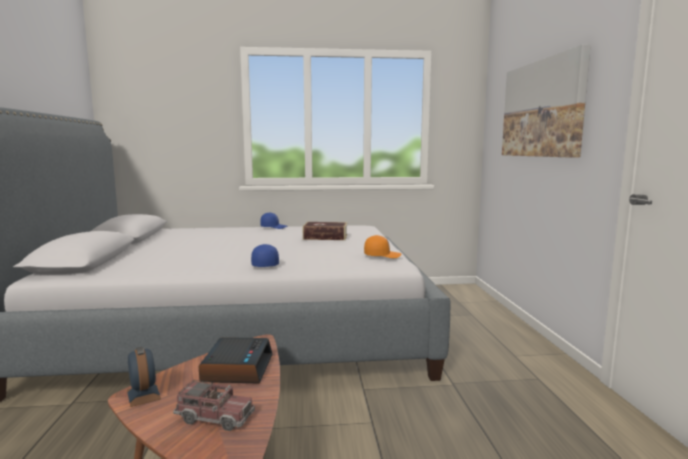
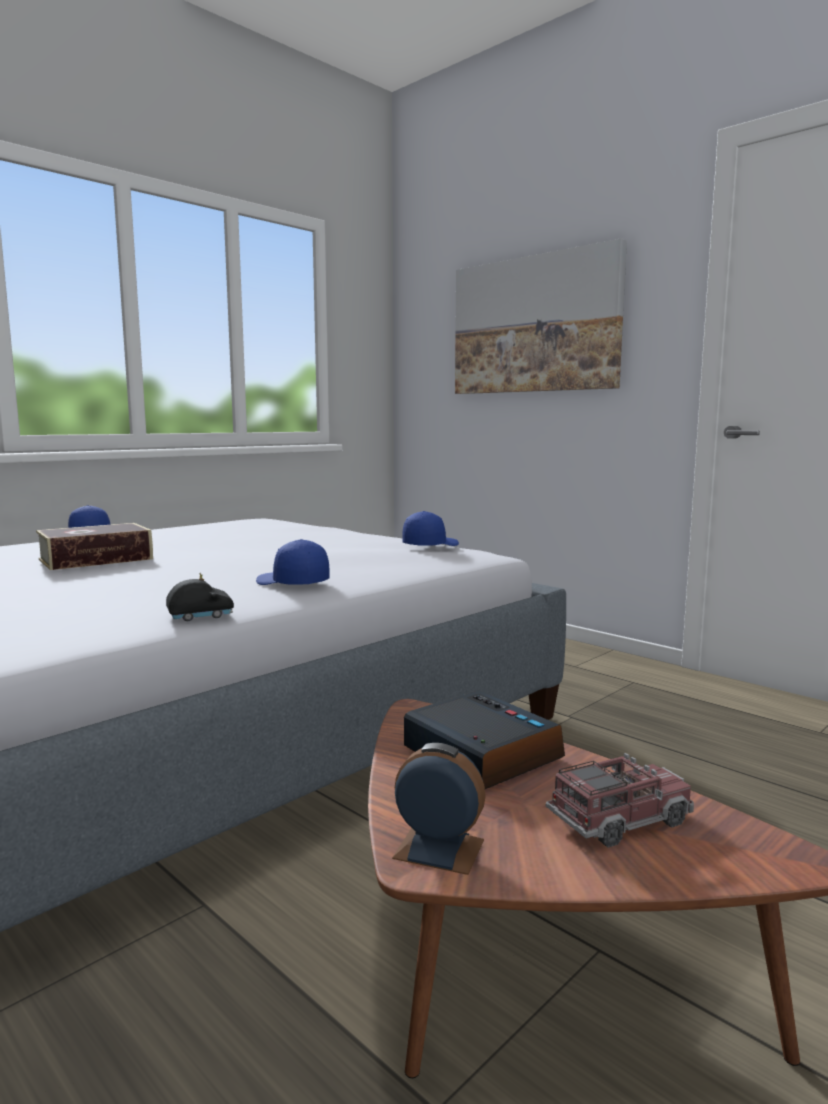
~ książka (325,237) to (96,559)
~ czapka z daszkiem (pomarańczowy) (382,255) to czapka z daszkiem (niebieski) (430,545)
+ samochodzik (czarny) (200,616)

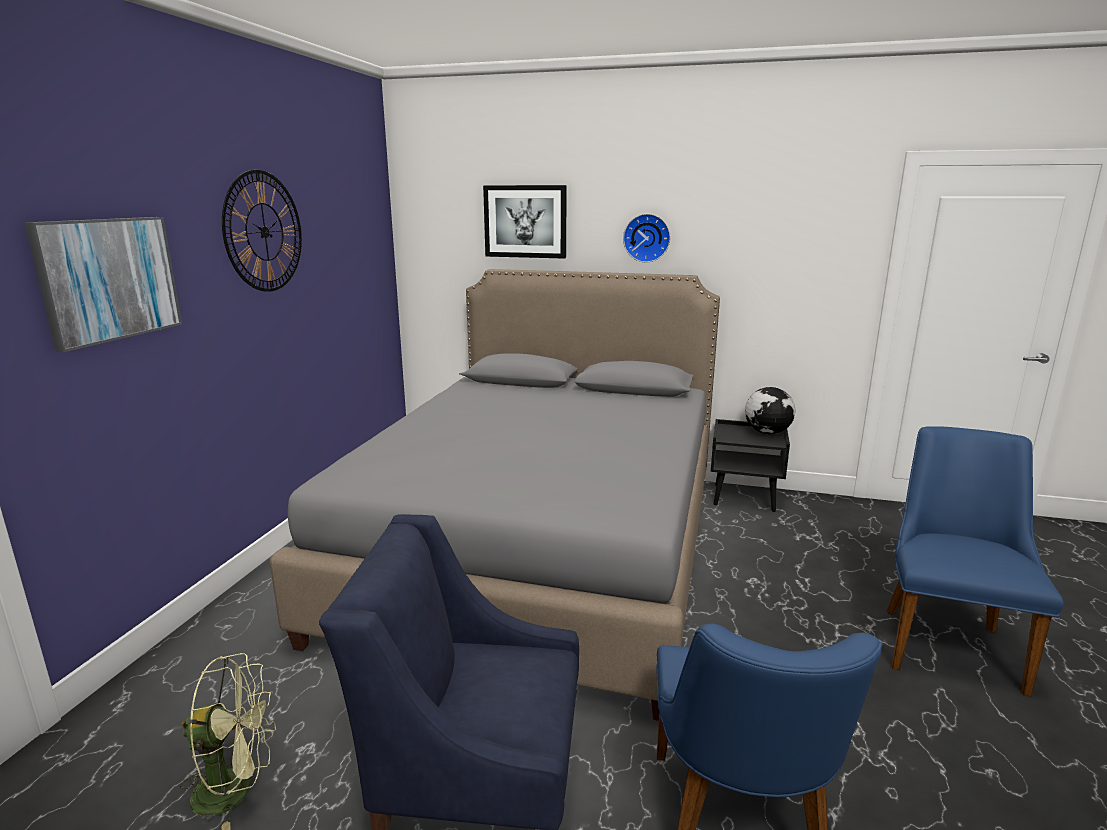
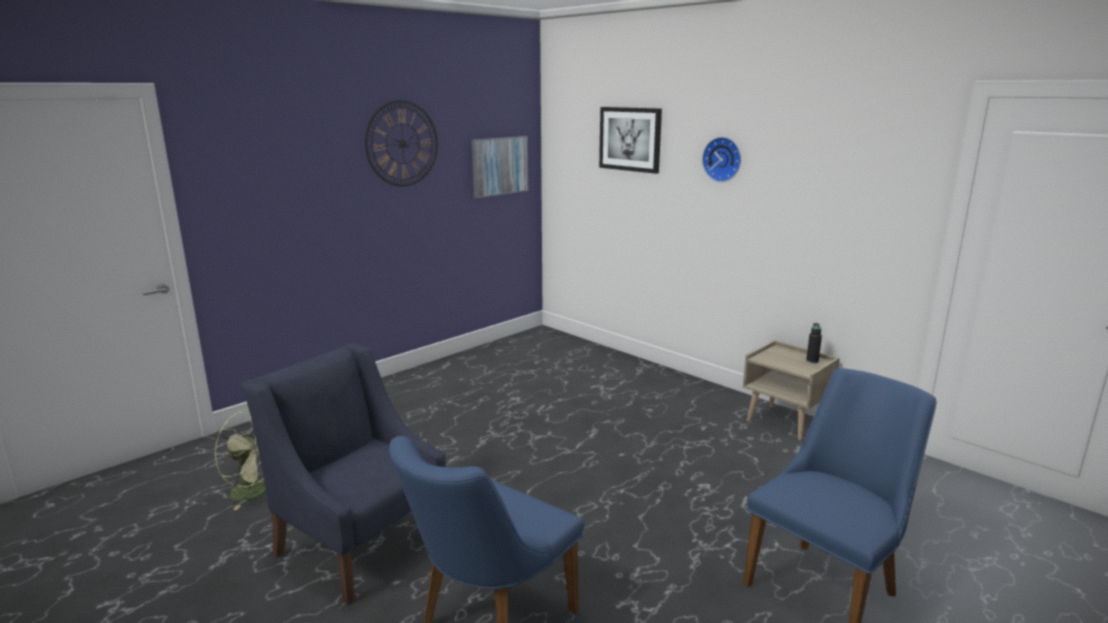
~ obraz (109,279) to (499,166)
- łóżko (szary) (541,548)
~ szafka nocna (czarny) (745,498) to szafka nocna (beżowy) (785,422)
~ globus (767,432) to butelka (czarny) (812,361)

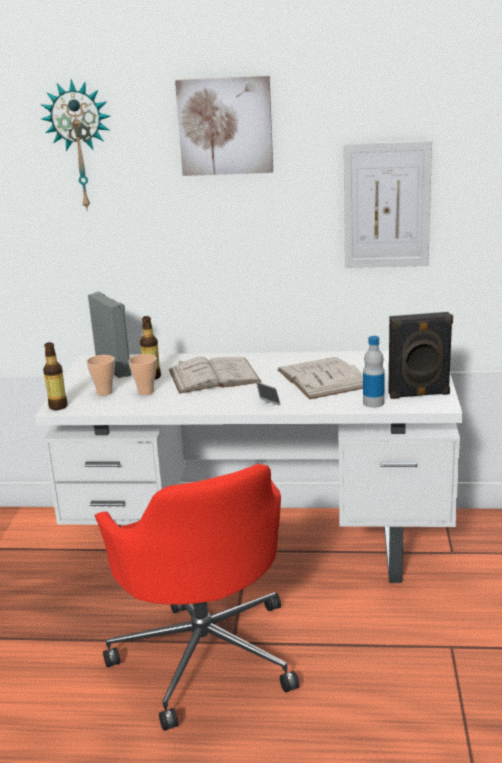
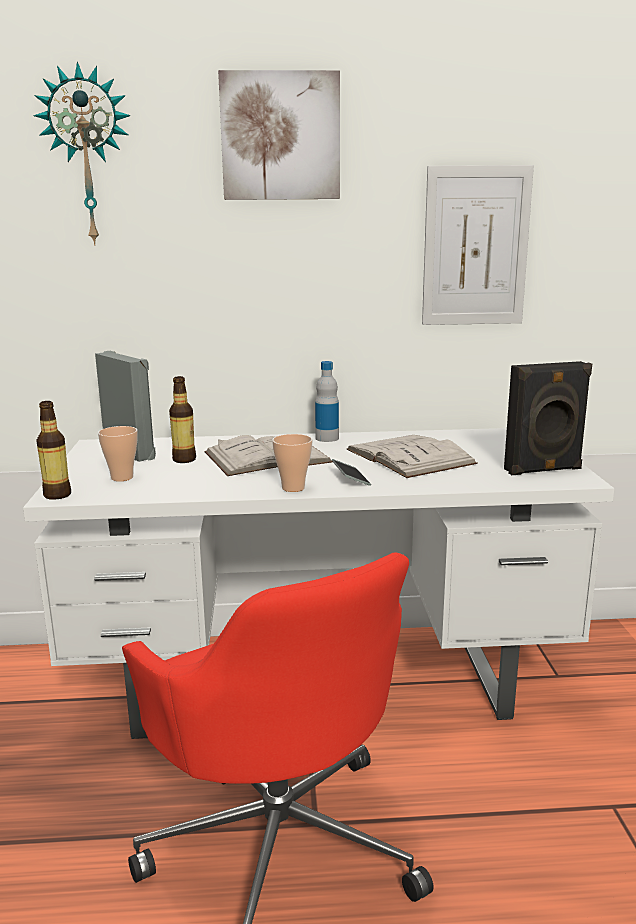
~ filiżanka (146,392) to (293,488)
~ butelka (373,403) to (327,438)

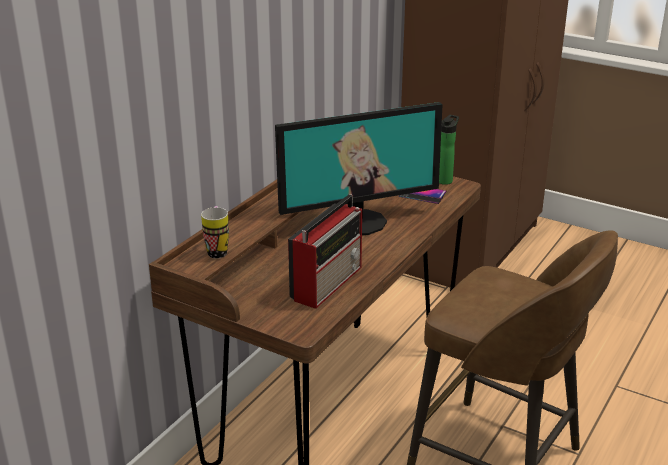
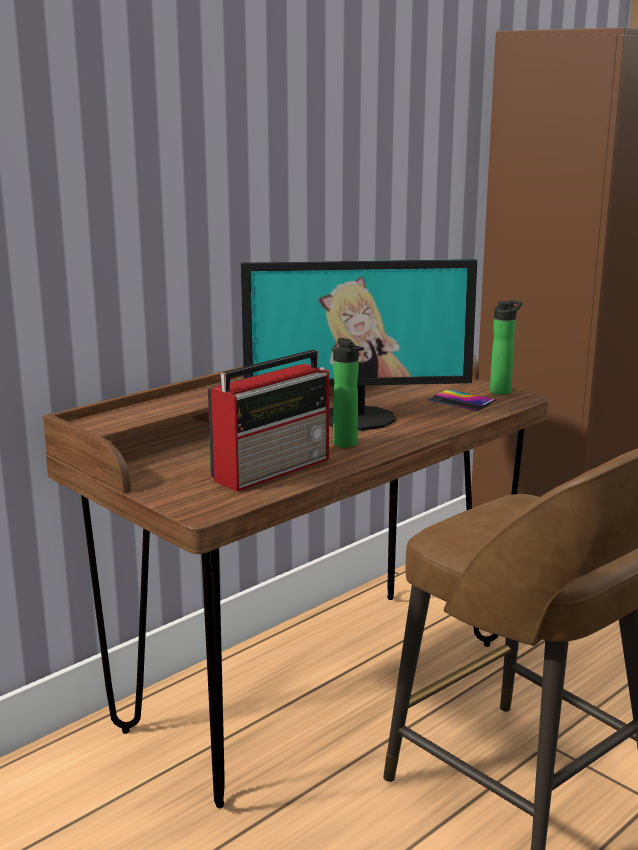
- kubek (217,250)
+ butelka (347,445)

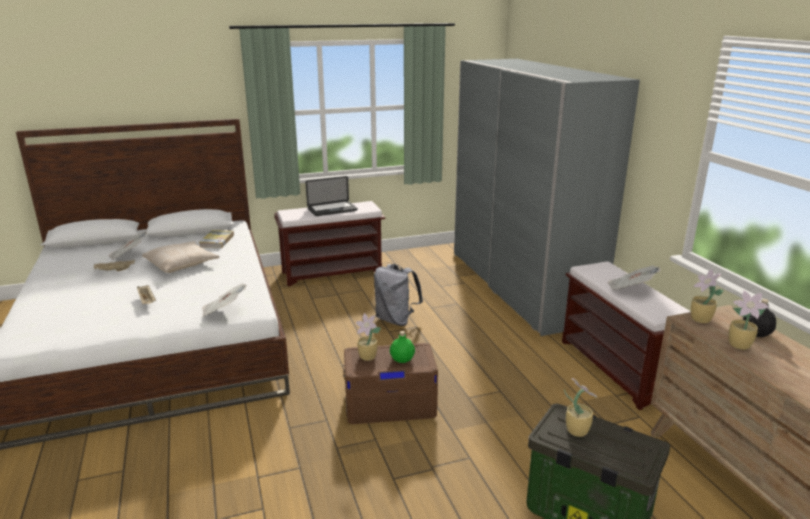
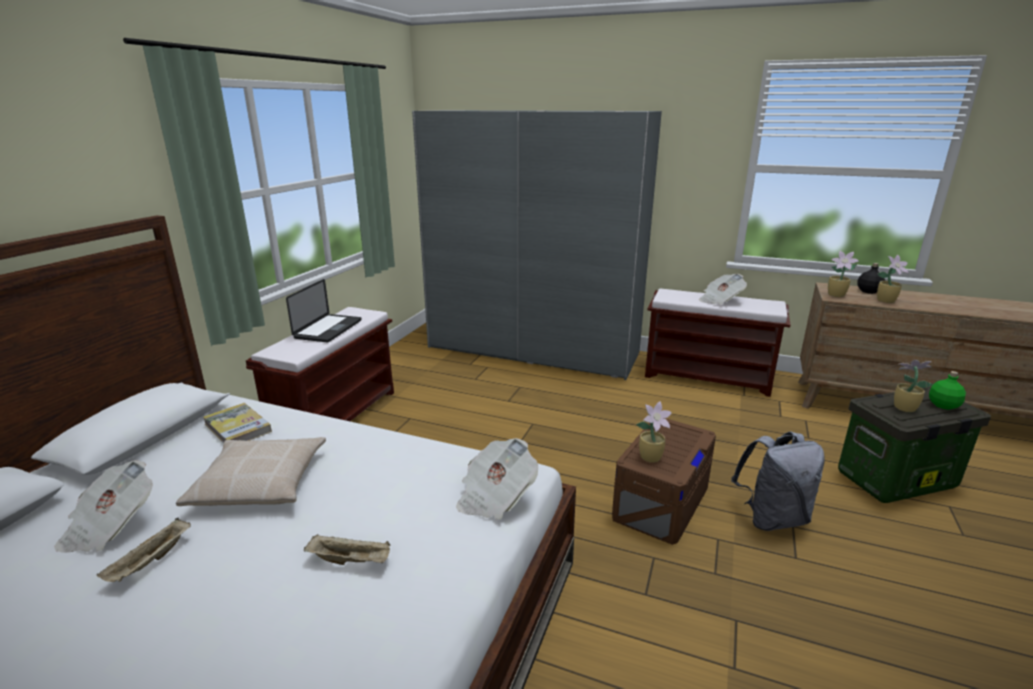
~ plecak (szary) (396,320) to (772,518)
~ butelka (zielony) (402,359) to (943,405)

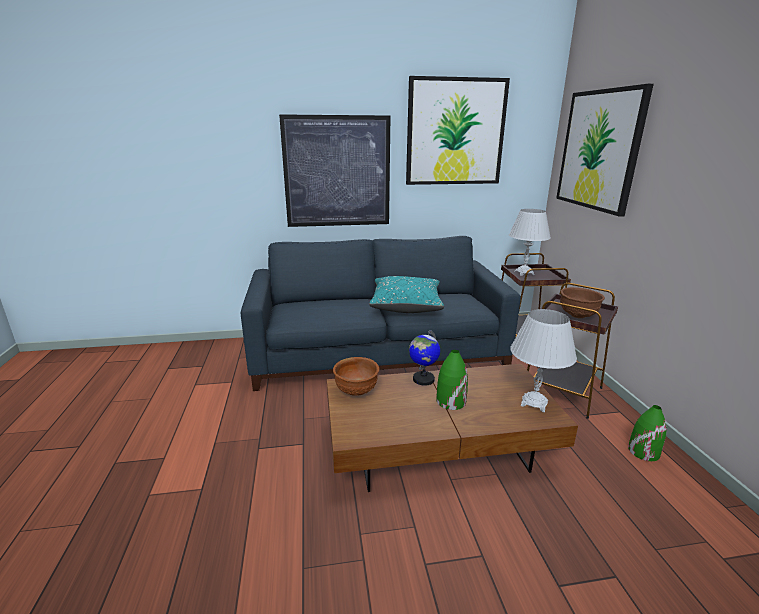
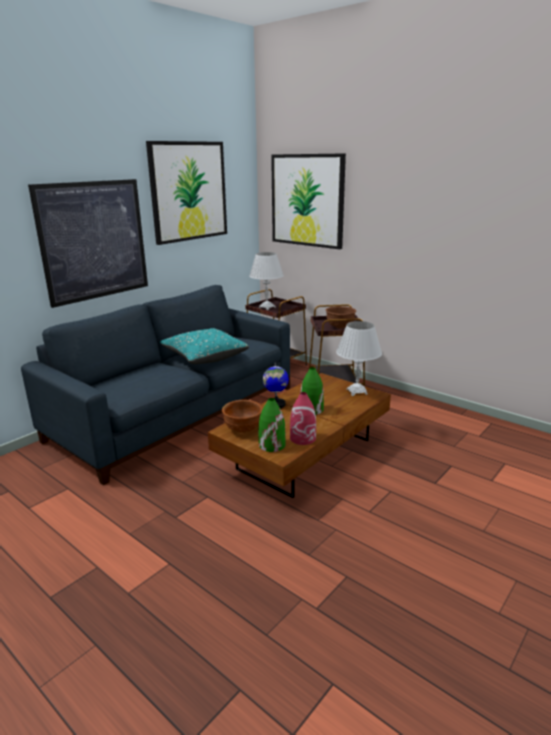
~ wazon (zielony) (643,451) to (271,445)
+ wazon (czerwony) (303,438)

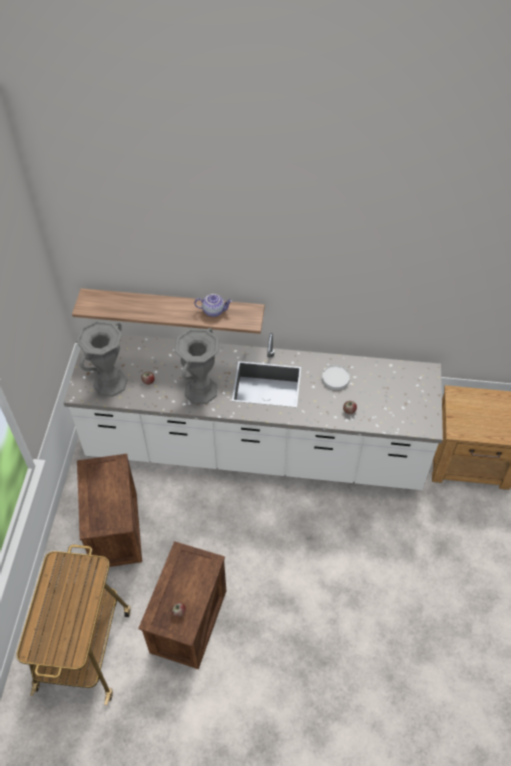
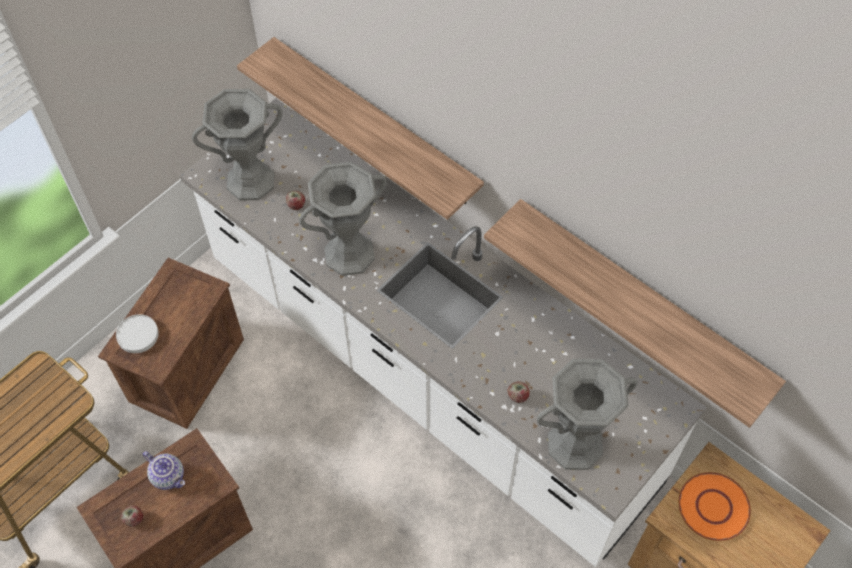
~ imbryk (214,310) to (169,476)
~ talerz (biały) (335,378) to (138,335)
+ półka (641,300)
+ wazon (szary) (575,444)
+ talerz (pomarańczowy) (713,507)

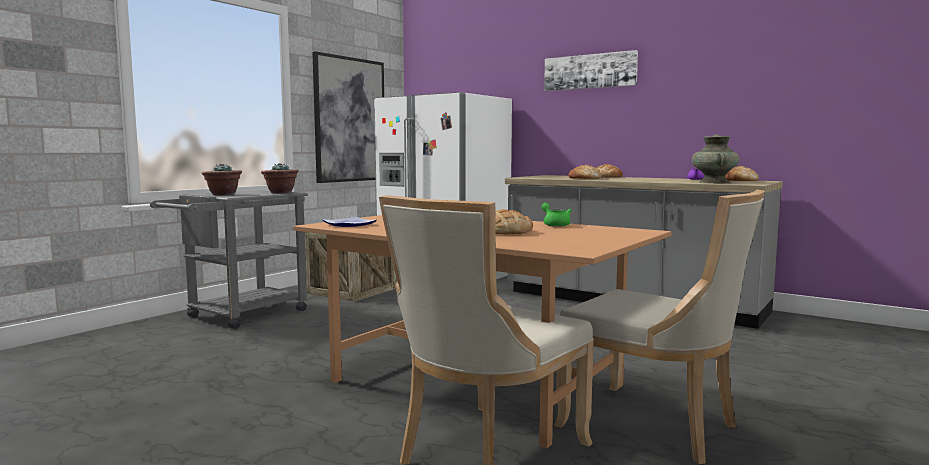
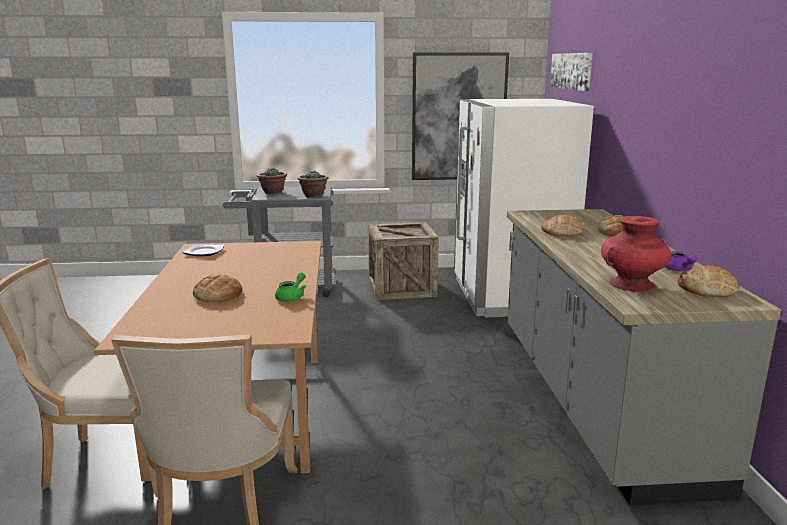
~ obraz (590,71) to (571,71)
~ wazon (turkusowy) (714,182) to wazon (czerwony) (631,284)

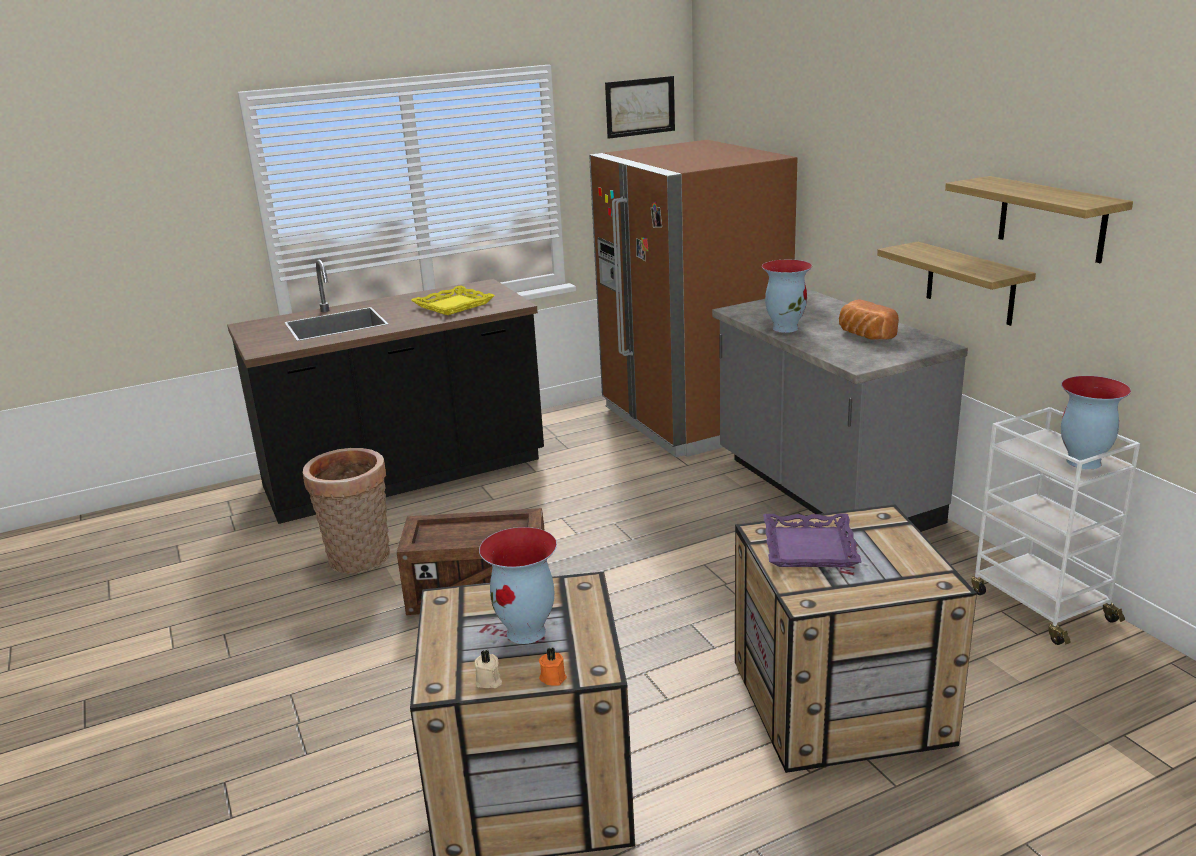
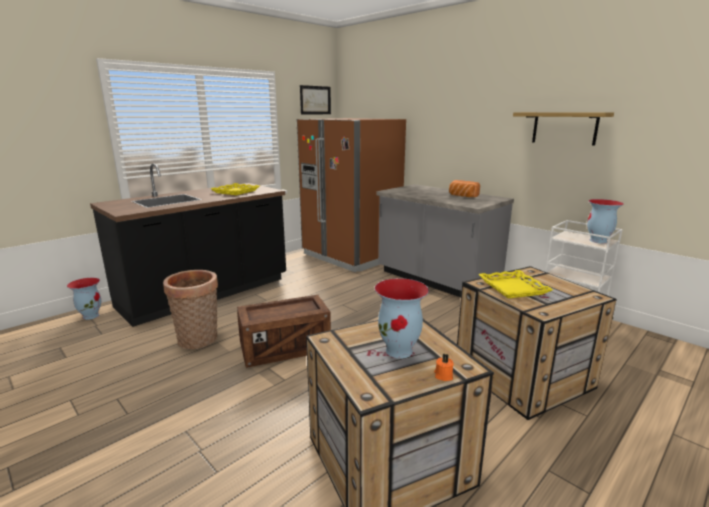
- świeca (beżowy) (489,681)
~ wazon (785,328) to (91,316)
~ taca (fioletowy) (808,548) to taca (żółty) (512,288)
- półka (970,283)

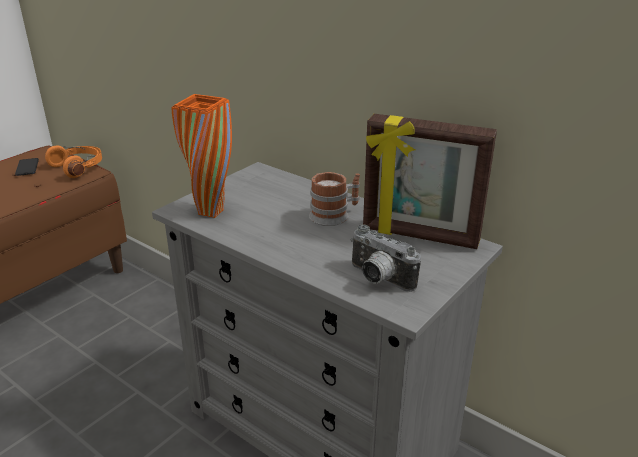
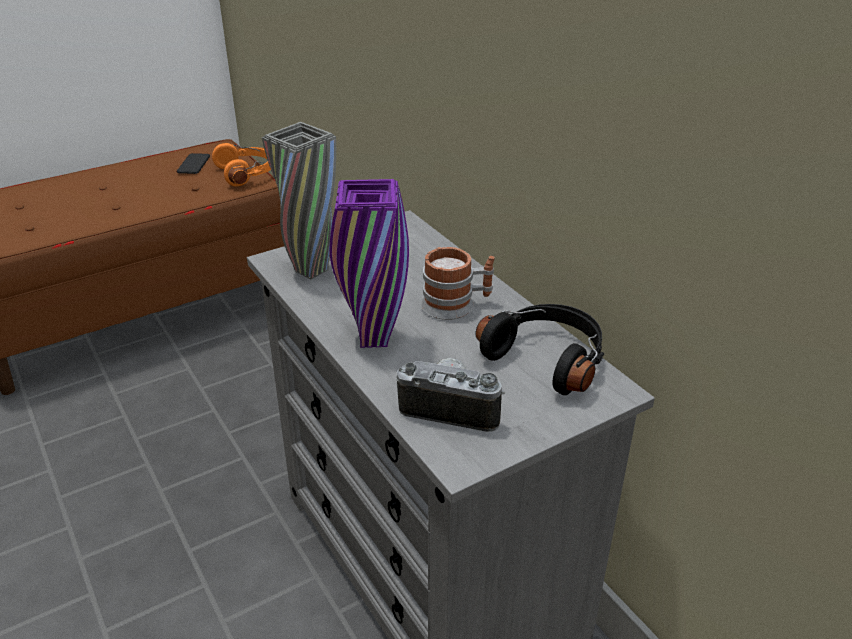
~ wazon (pomarańczowy) (211,212) to wazon (szary) (311,270)
~ aparat fotograficzny (378,279) = (451,408) 135 degrees clockwise
~ ramka na zdjęcie (420,236) to słuchawki (czarny) (547,358)
+ wazon (fioletowy) (373,339)

